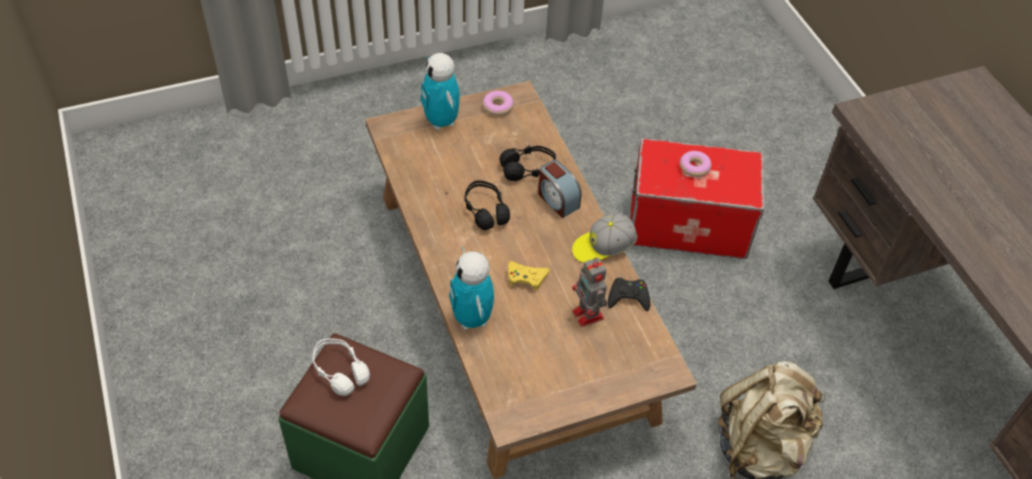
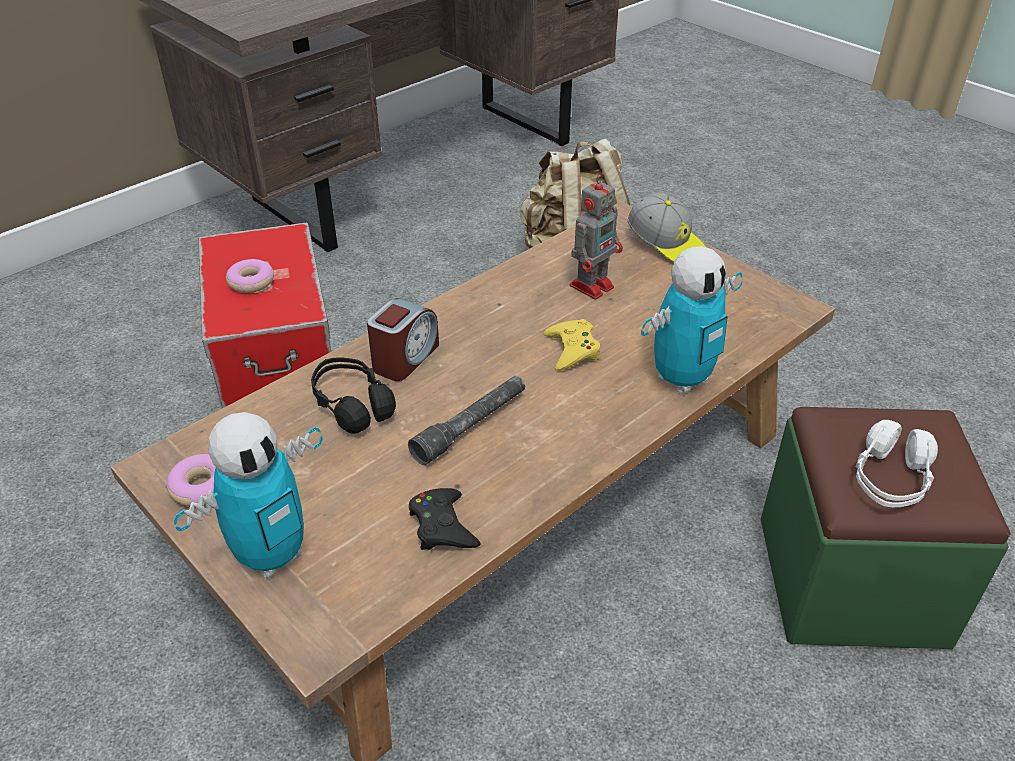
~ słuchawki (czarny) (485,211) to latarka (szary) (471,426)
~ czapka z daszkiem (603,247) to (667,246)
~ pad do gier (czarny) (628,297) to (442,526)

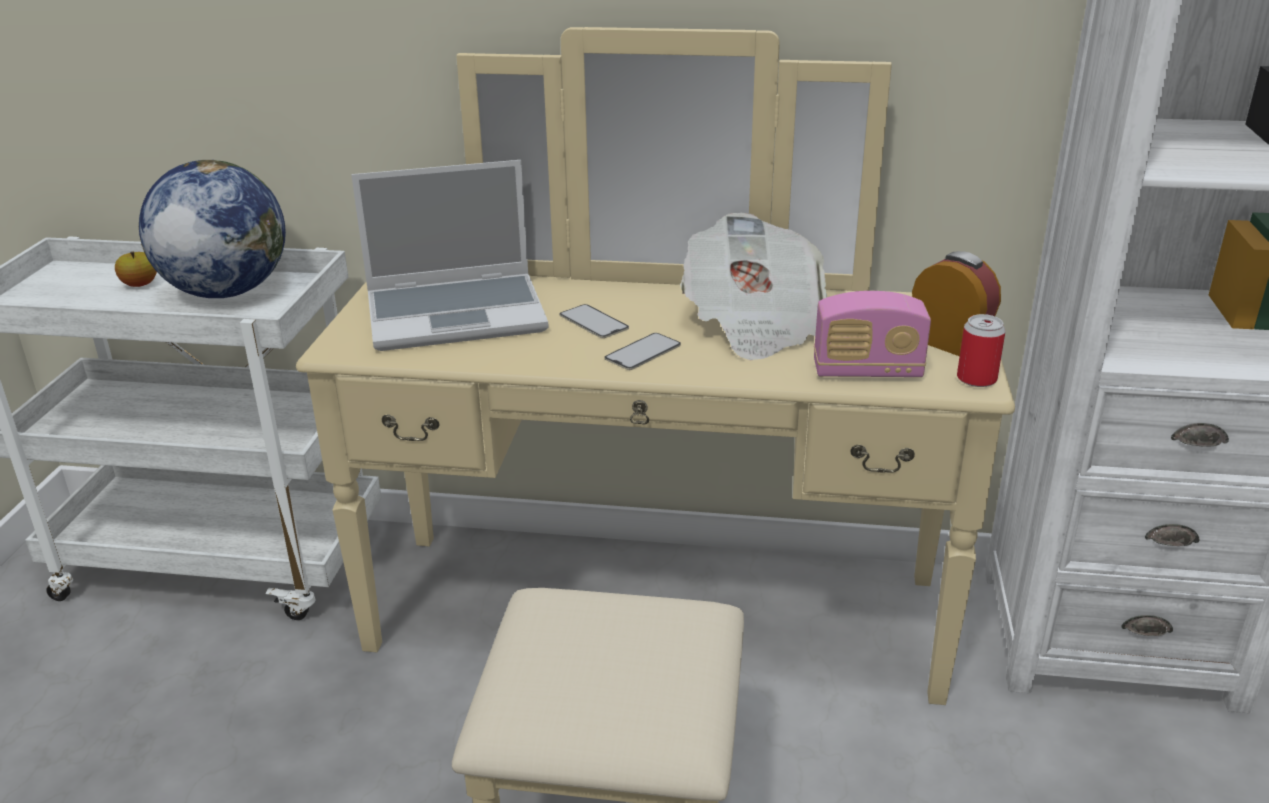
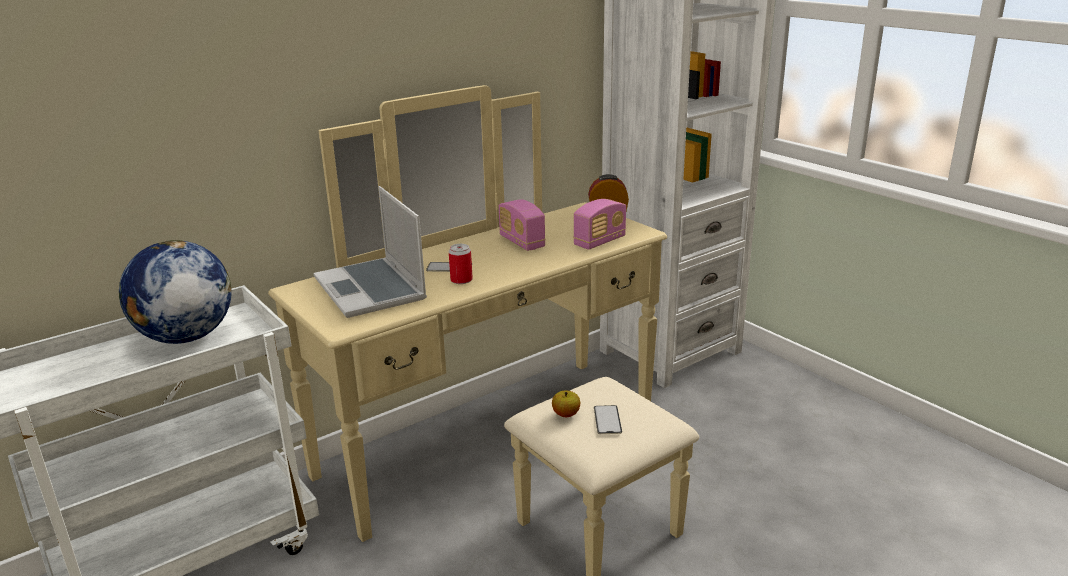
~ jabłko (140,284) to (566,414)
~ laptop (458,314) = (372,290) 120 degrees clockwise
~ telefon (643,352) to (607,420)
~ gazeta (754,324) to radio (521,242)
~ puszka (976,379) to (461,280)

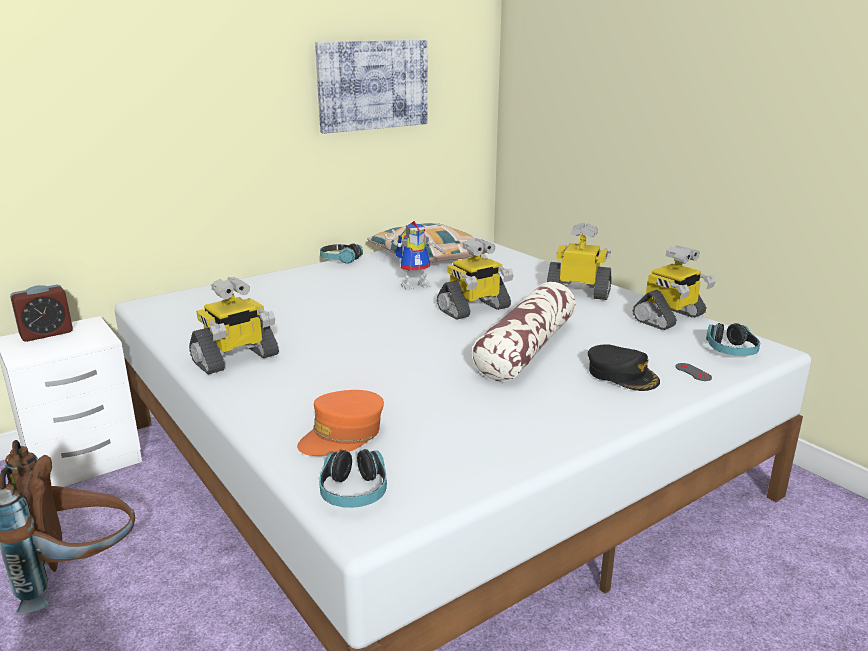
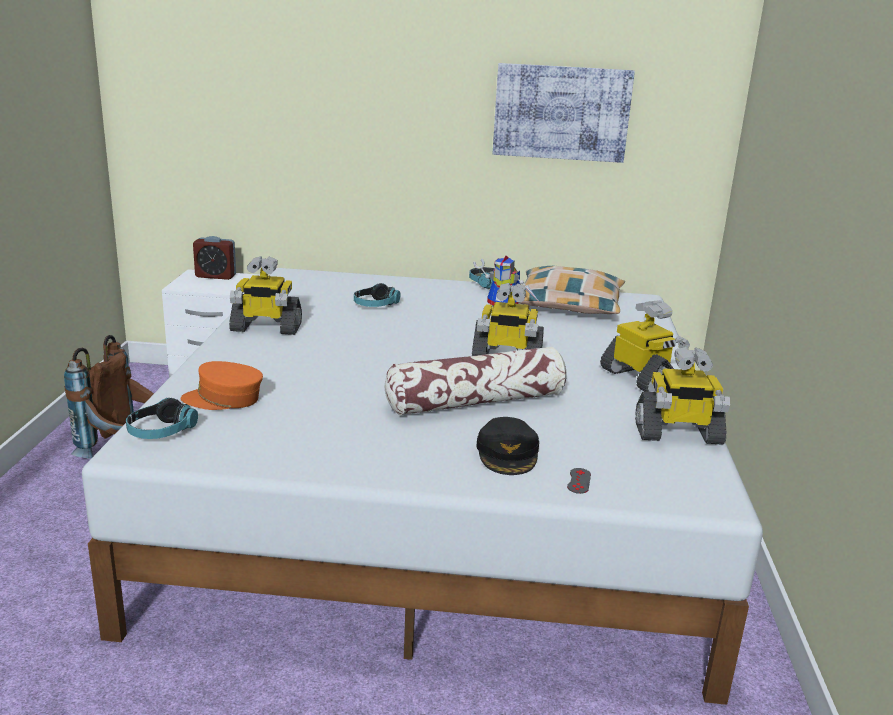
~ słuchawki (731,351) to (375,305)

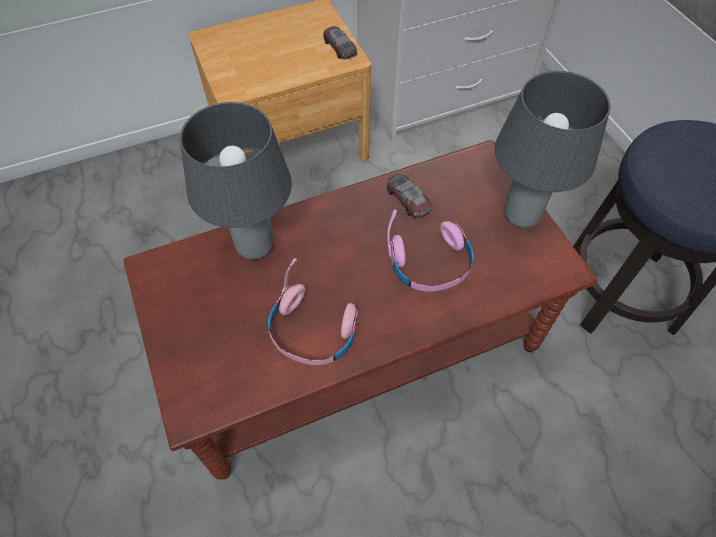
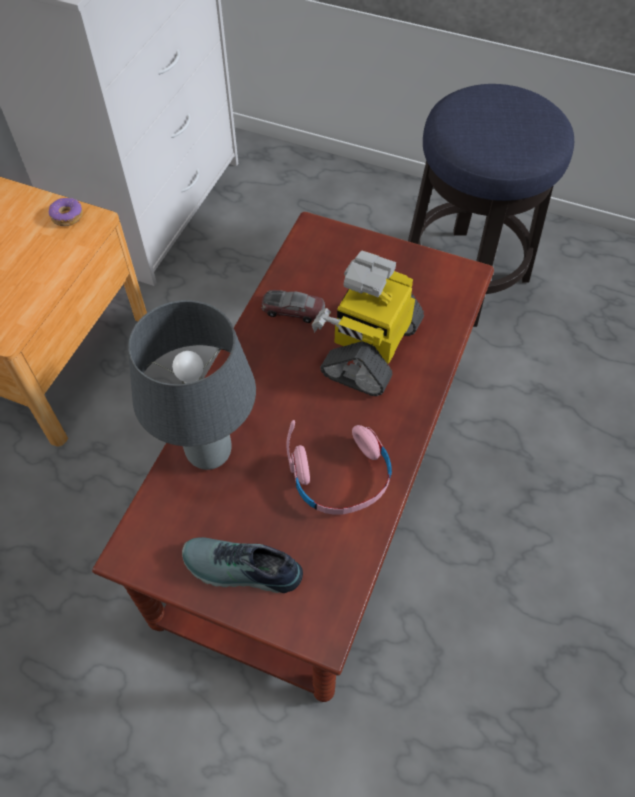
~ samochodzik (340,47) to donut (67,216)
~ słuchawki (różowy) (431,264) to robot zabawkowy (370,348)
- lampa stołowa (szary) (522,216)
+ but (241,570)

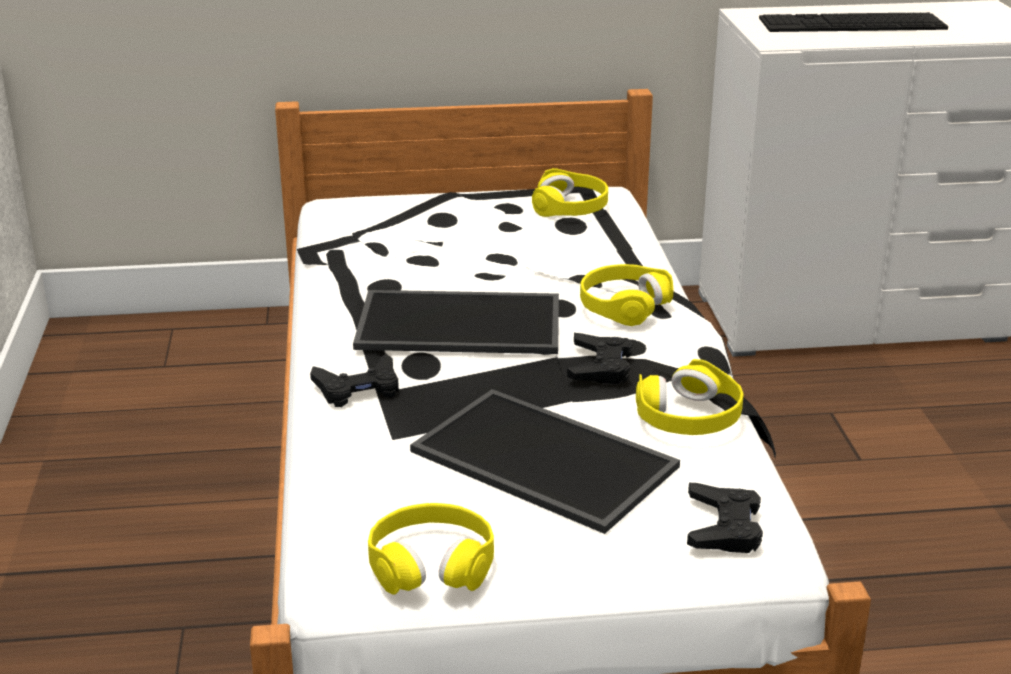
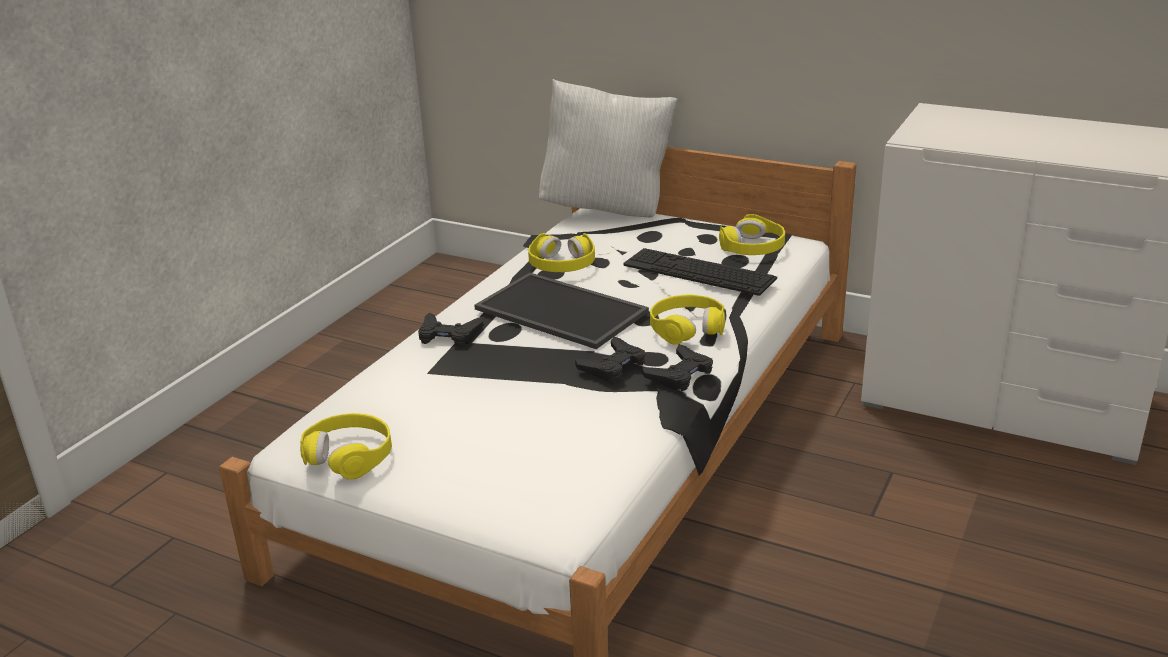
- taca (539,460)
~ słuchawki (żółty) (689,416) to (562,264)
~ pad do gier (czarny) (723,527) to (680,374)
~ klawiatura (852,23) to (698,272)
+ poduszka (biały) (608,209)

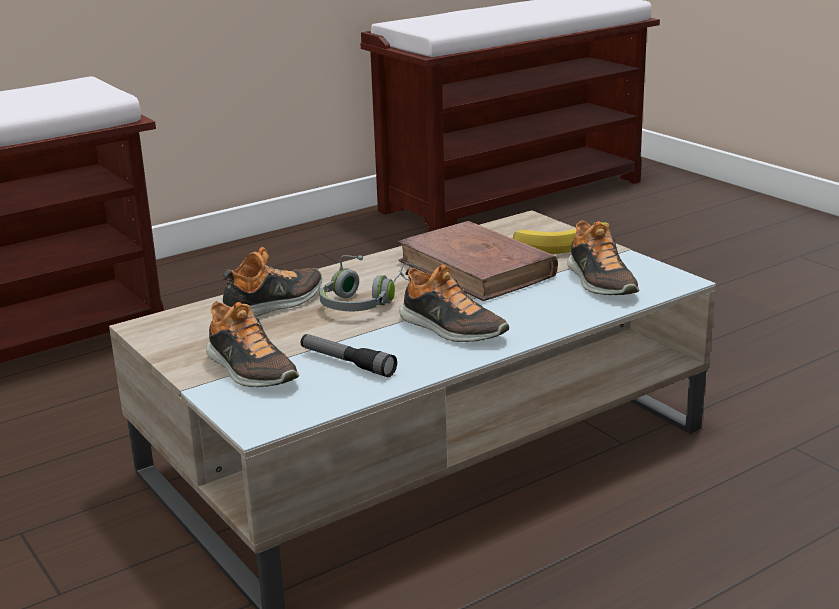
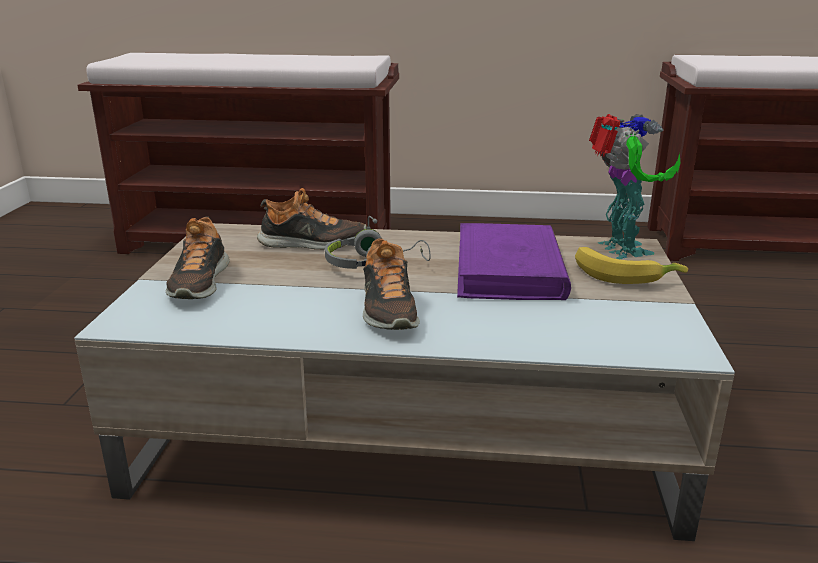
- latarka (347,363)
~ książka (brązowy) (476,269) to książka (fioletowy) (509,270)
- but (600,282)
+ robot zabawkowy (620,250)

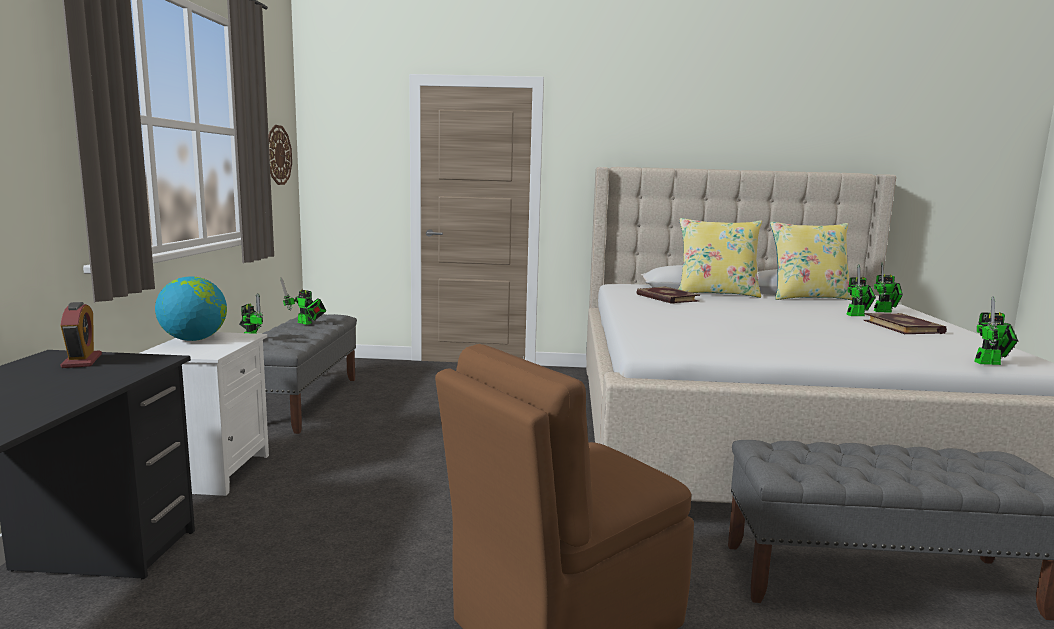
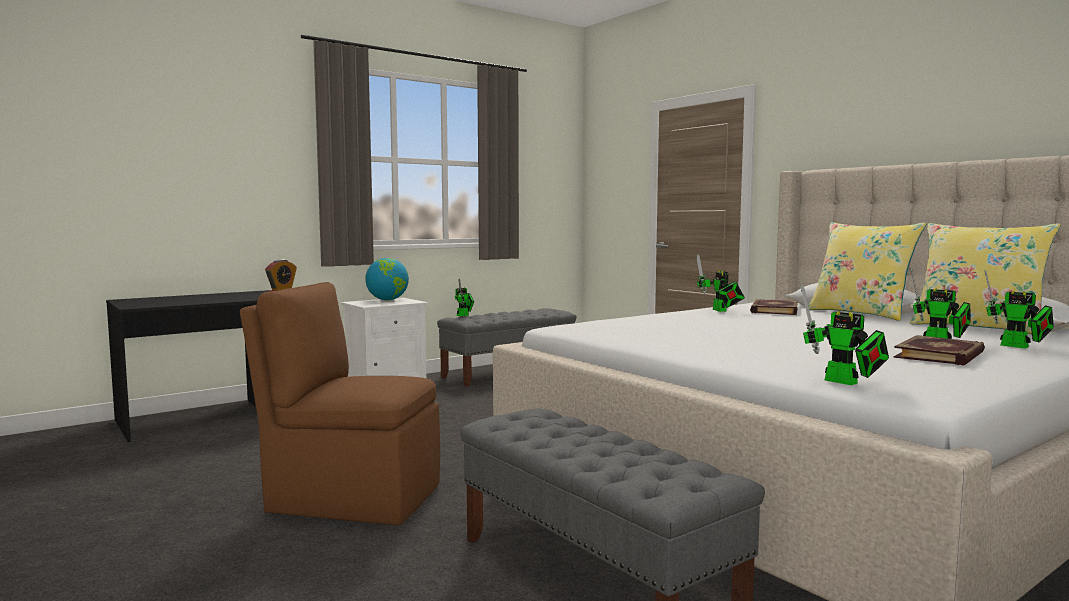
- zegar ścienny (278,155)
~ robot zabawkowy (306,323) to (720,310)

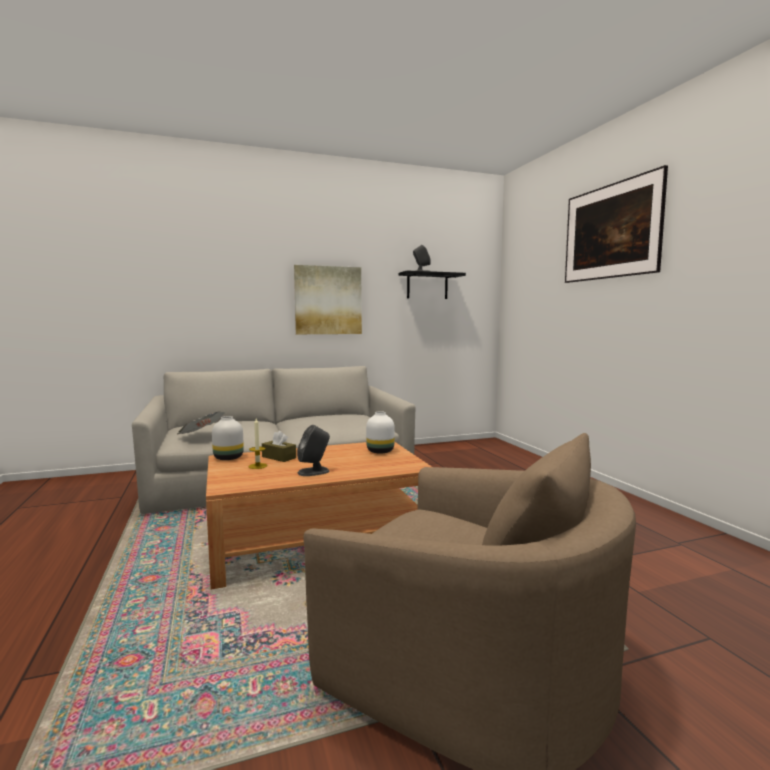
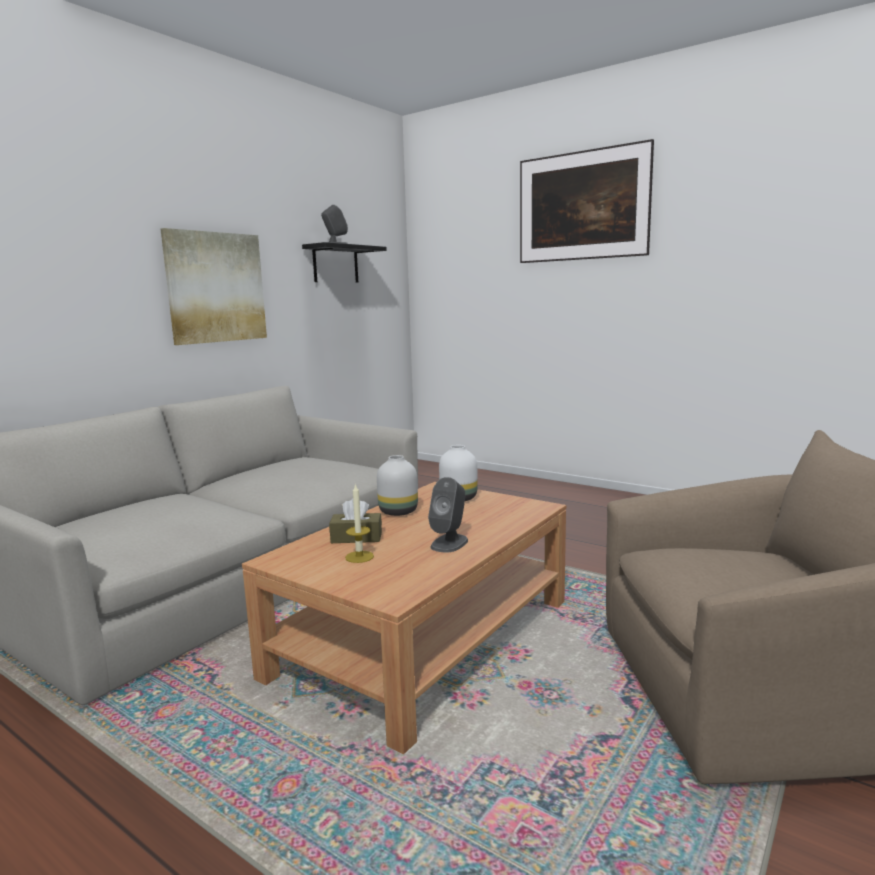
- gazeta (201,435)
~ wazon (biały) (229,458) to (398,511)

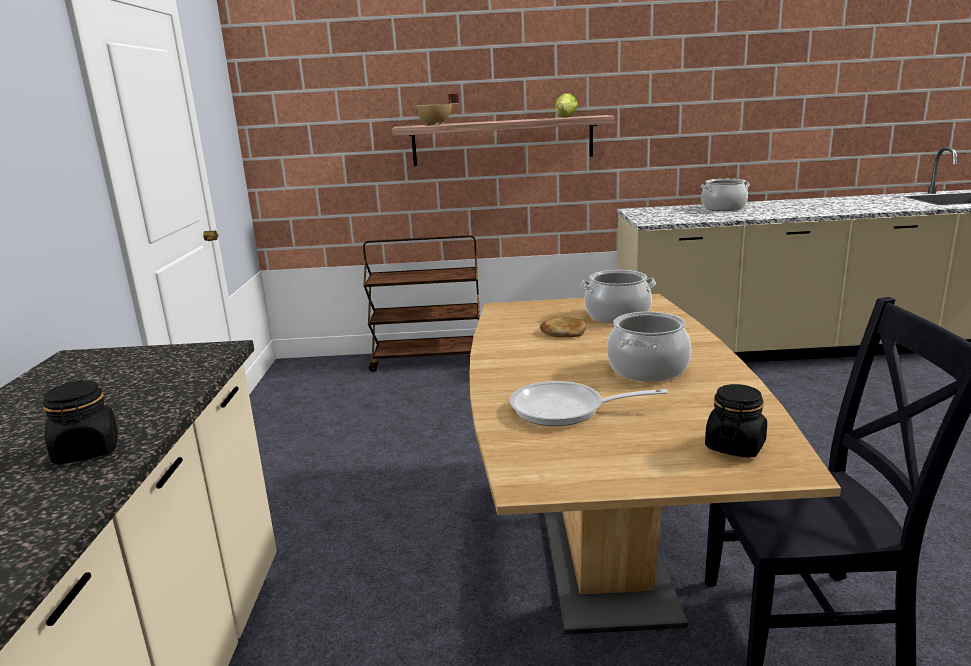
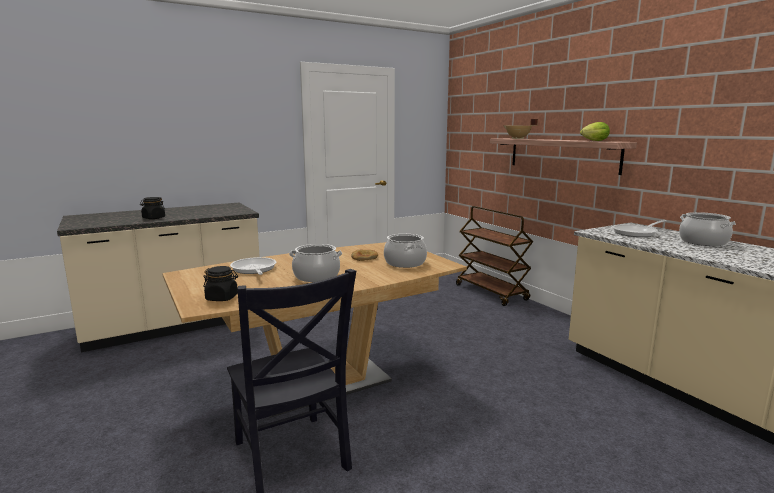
+ patelnia (637,233)

